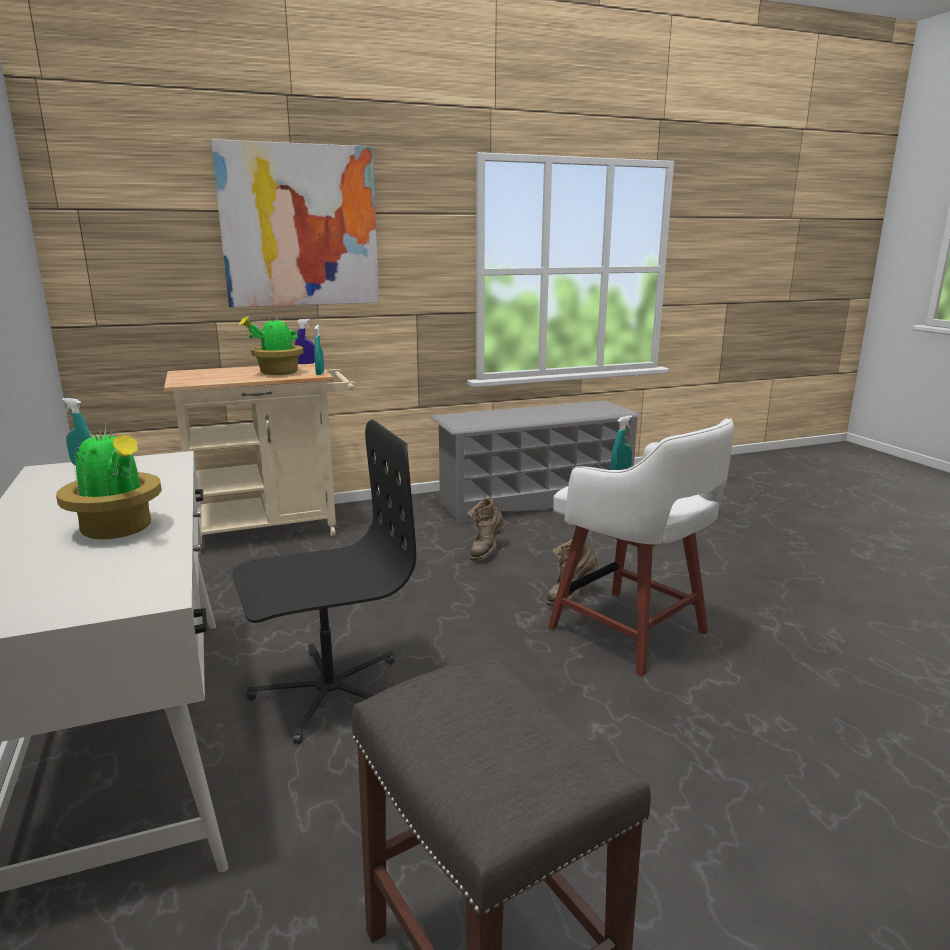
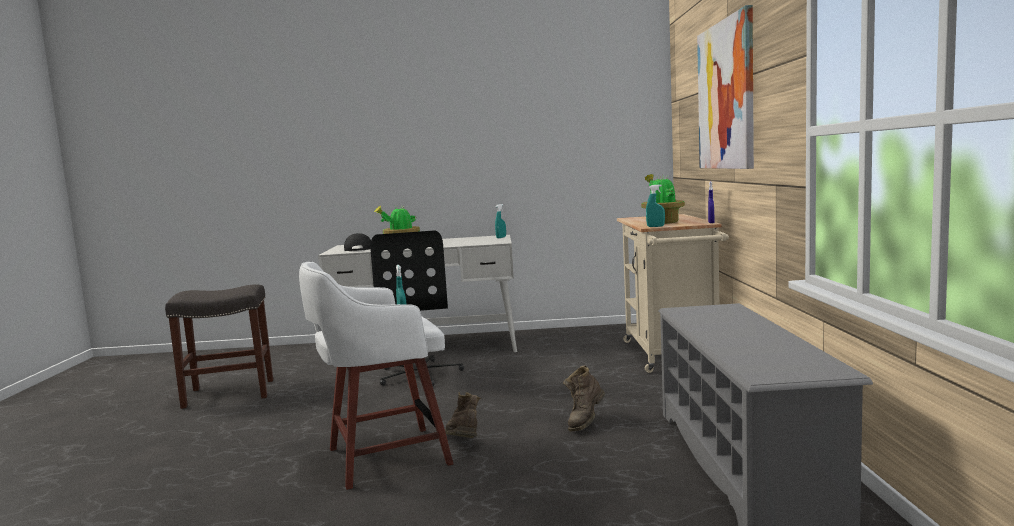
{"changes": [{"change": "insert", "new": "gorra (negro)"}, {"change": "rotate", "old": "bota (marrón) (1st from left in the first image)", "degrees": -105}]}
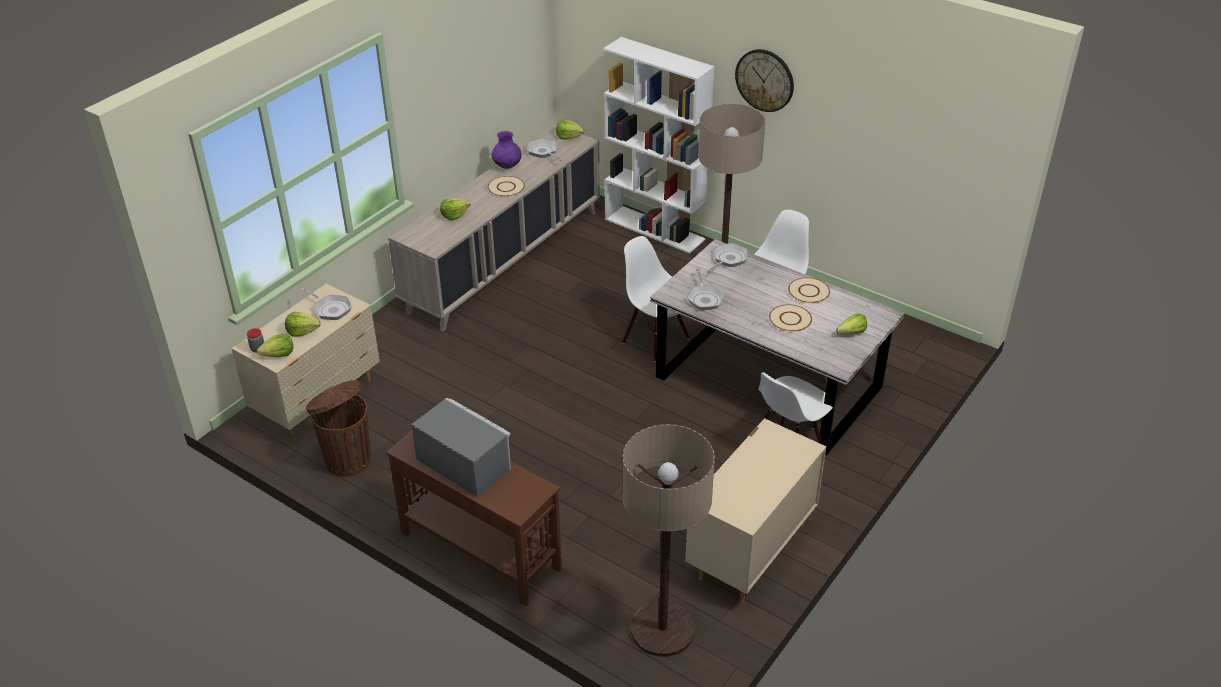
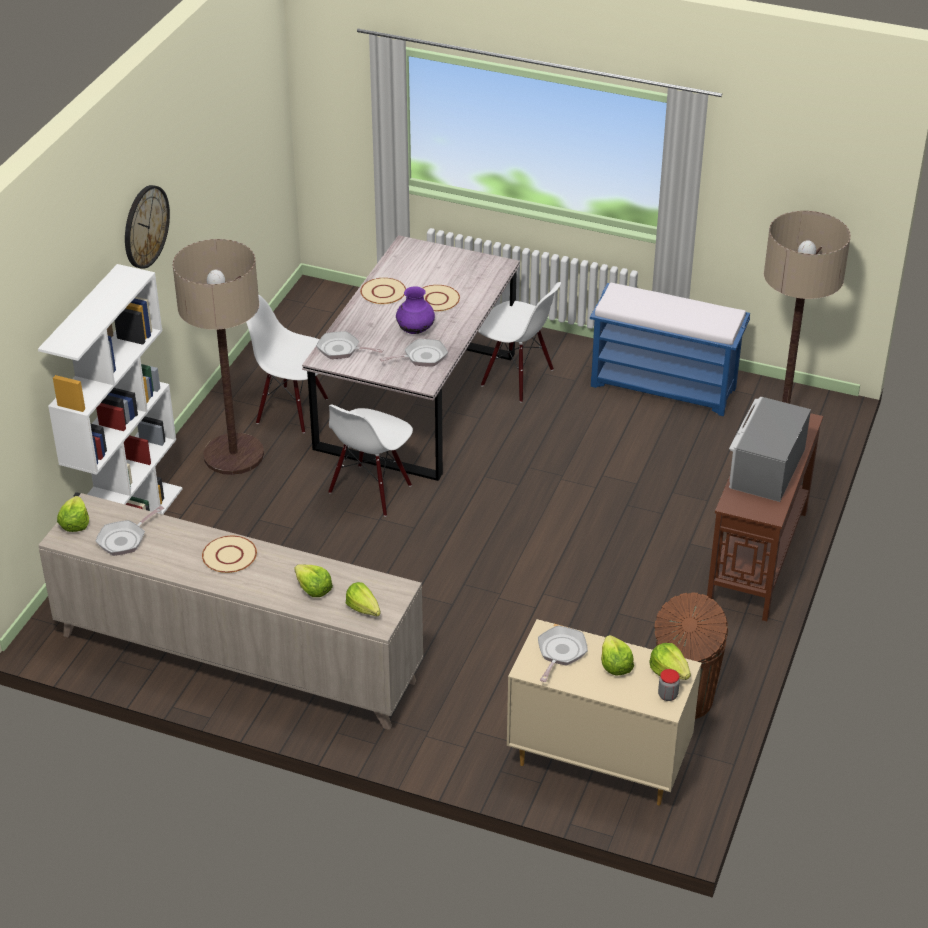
{"changes": [{"change": "move", "old": "lechuga (5th from left in the first image)", "new": "lechuga (3rd from left)"}, {"change": "move", "old": "florero (morado)"}, {"change": "replace", "old": "cómoda (beis) (2nd from left)", "new": "banco (azul)"}]}
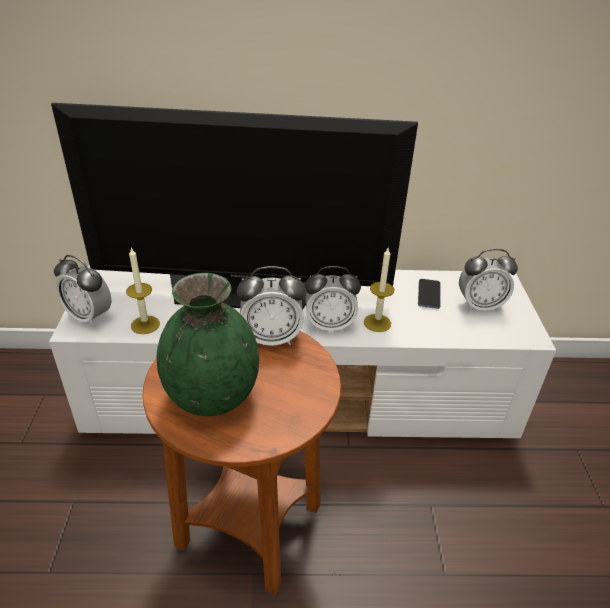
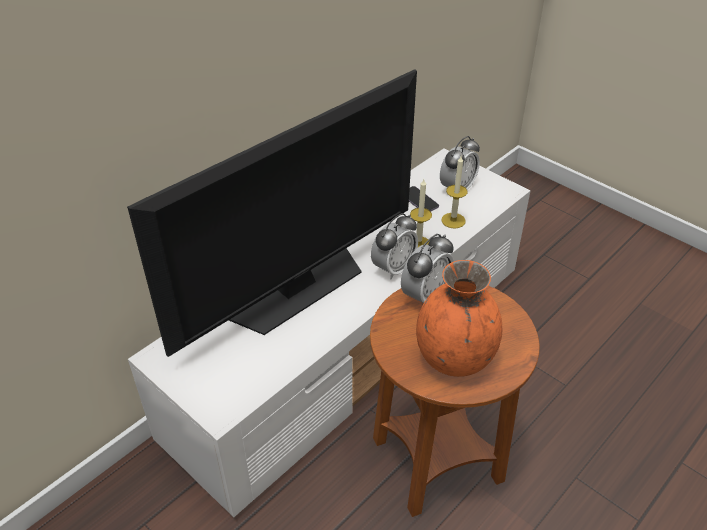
{"changes": [{"change": "recolor", "old": "florero (verde)", "new": "florero (naranja)"}, {"change": "move", "old": "vela (1st from left in the first image)", "new": "vela (2nd from left)"}, {"change": "delete", "old": "despertador (1st from left)"}]}
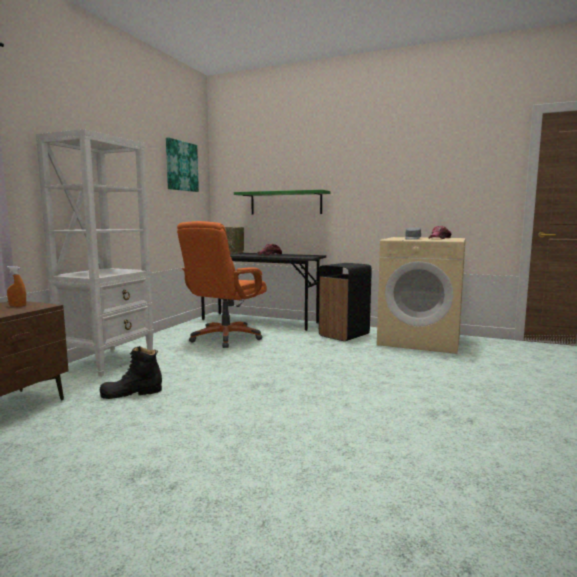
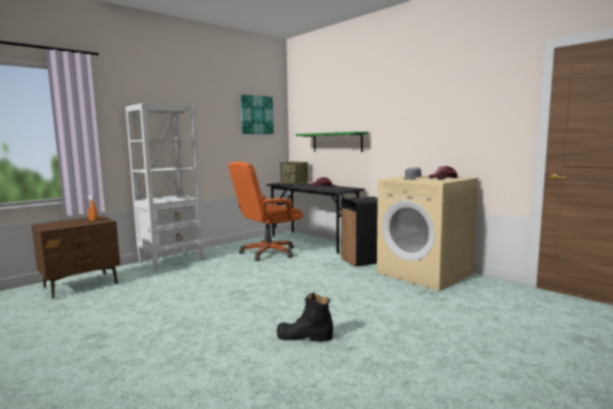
{"changes": [{"change": "move", "old": "bota (negro)"}]}
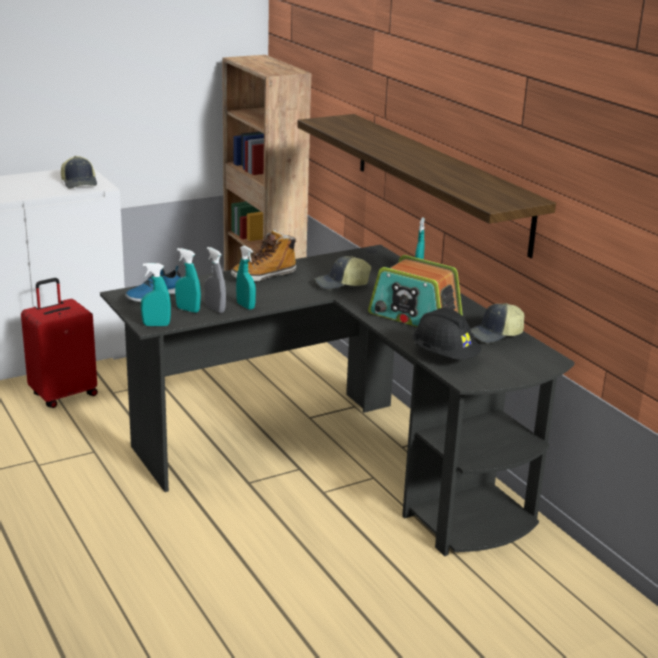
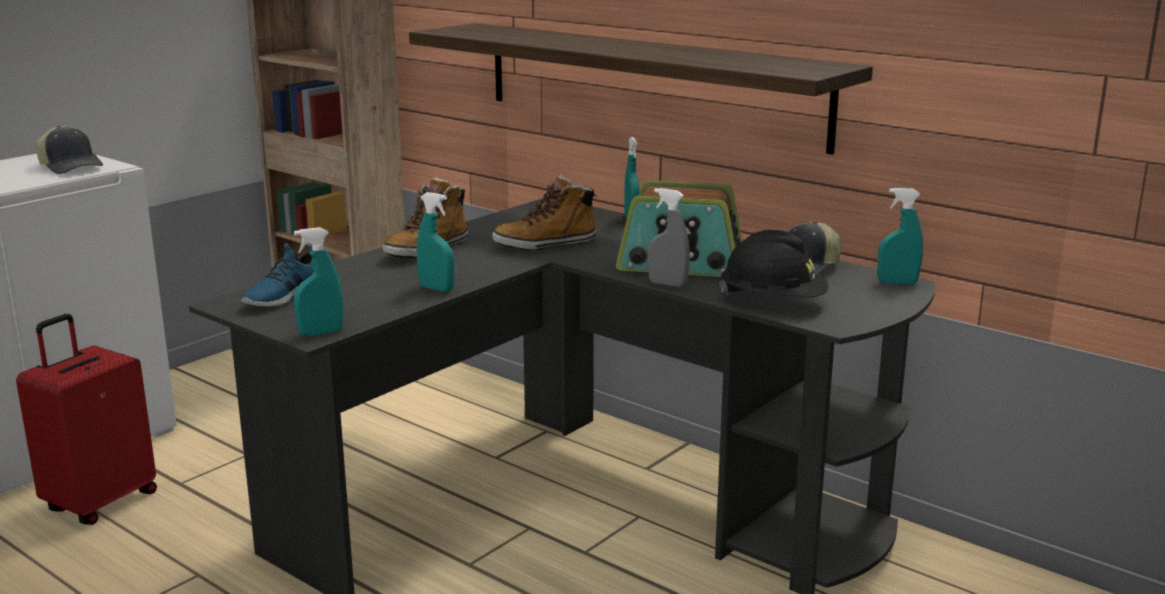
{"changes": [{"change": "replace", "old": "gorra (2nd from left)", "new": "bota (2nd from left)"}, {"change": "move", "old": "pulverizador (gris)"}, {"change": "move", "old": "pulverizador (turquesa) (2nd from left in the first image)", "new": "pulverizador (turquesa) (4th from left)"}]}
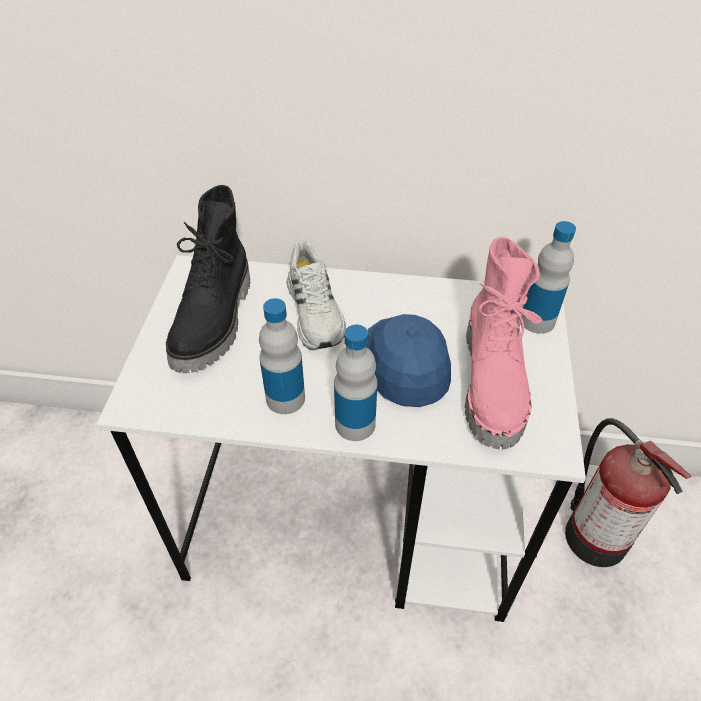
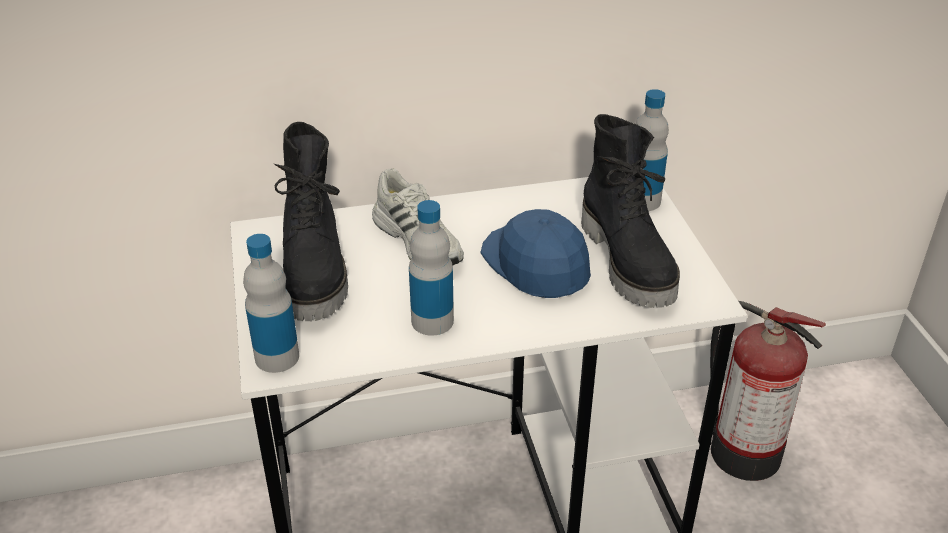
{"changes": [{"change": "move", "old": "botella (2nd from left in the first image)", "new": "botella (1st from left)"}, {"change": "recolor", "old": "bota (rosa)", "new": "bota (negro) (2nd from left)"}]}
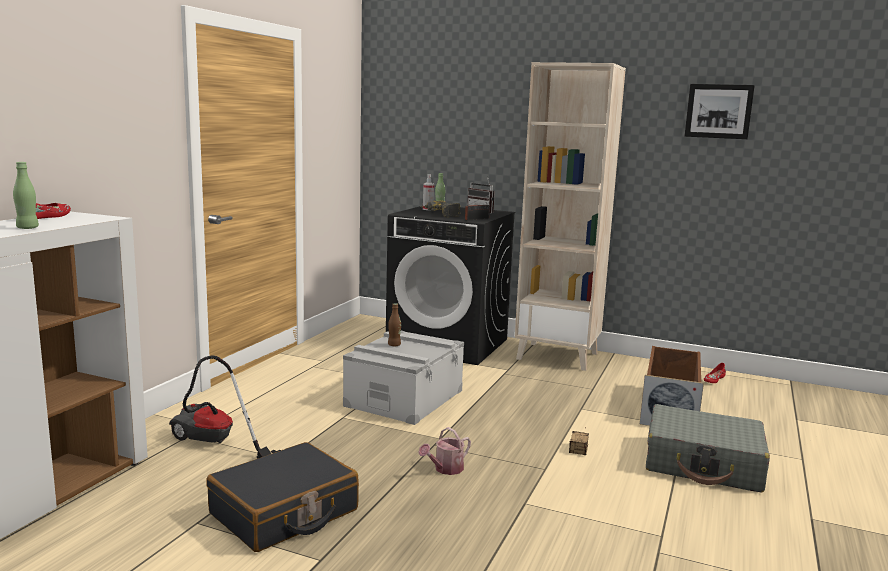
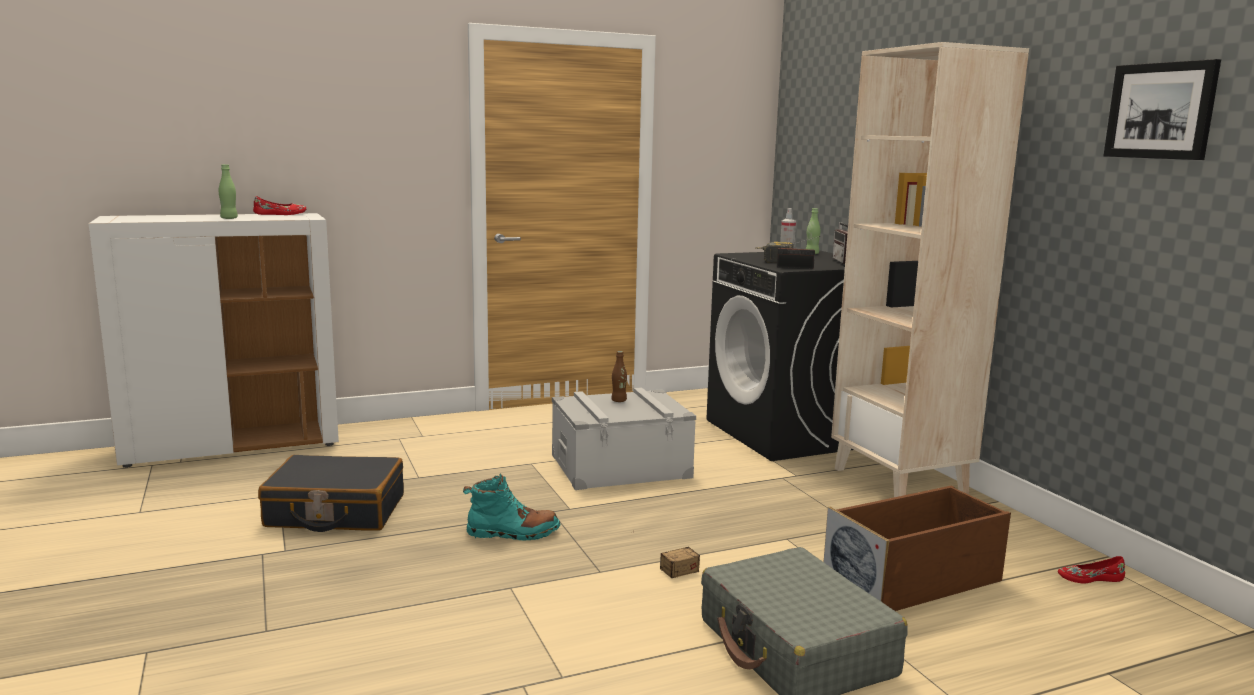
{"changes": [{"change": "replace", "old": "regadera", "new": "bota (turquesa)"}, {"change": "delete", "old": "aspiradora"}]}
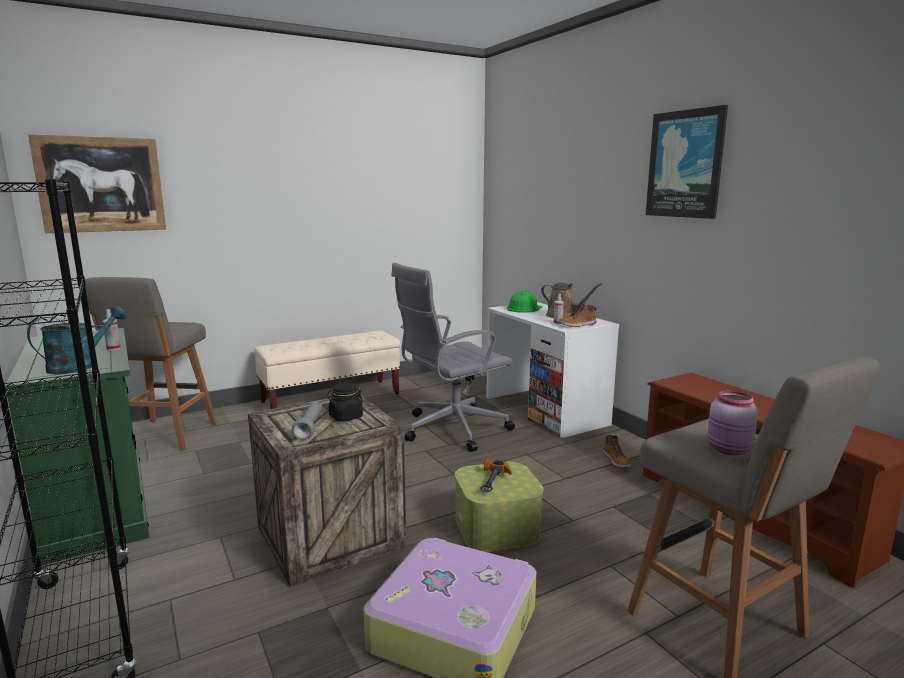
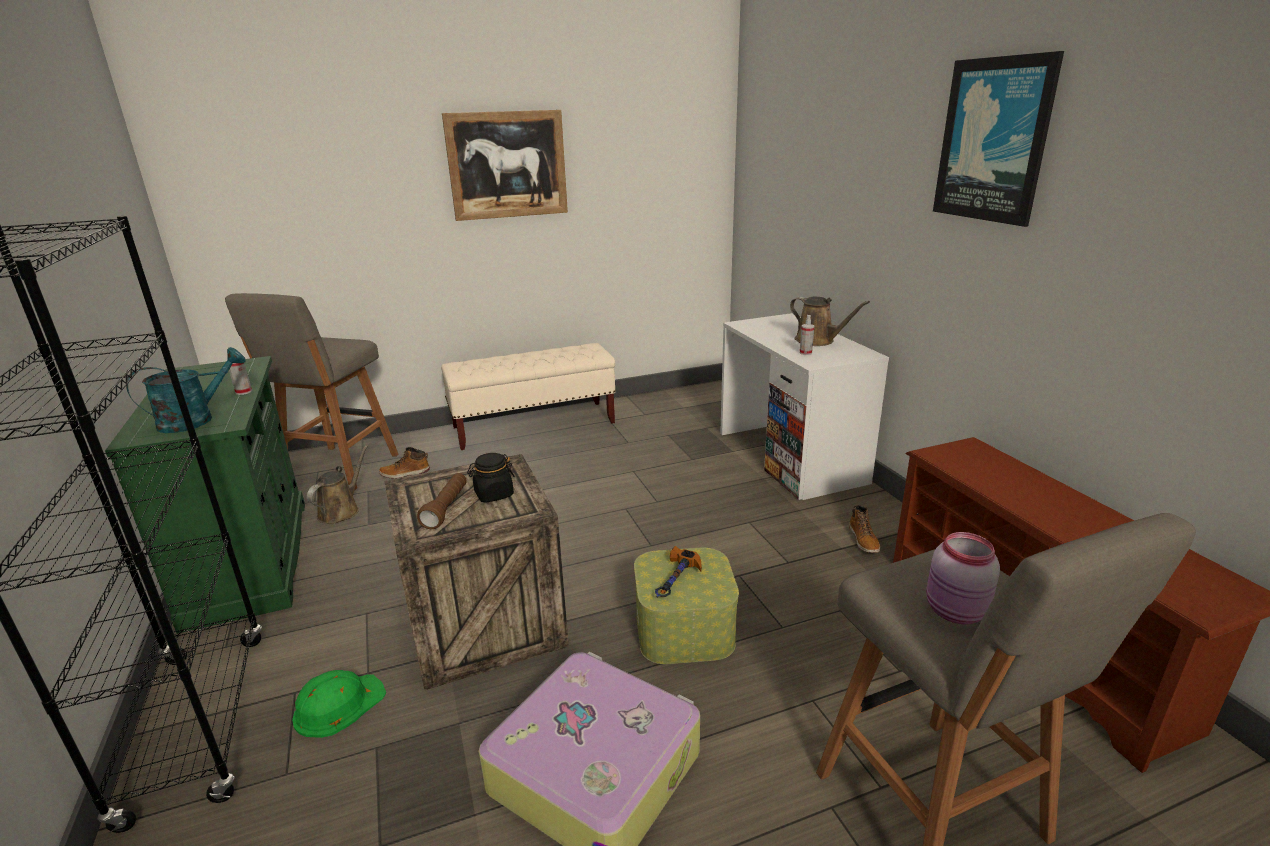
{"changes": [{"change": "move", "old": "casco (verde)"}, {"change": "insert", "new": "regadera (marrón) (1st from left)"}, {"change": "move", "old": "bota (1st from left)"}, {"change": "recolor", "old": "linterna (gris)", "new": "linterna (marrón)"}, {"change": "move", "old": "cuadro (1st from left)"}, {"change": "delete", "old": "silla de oficina (gris)"}]}
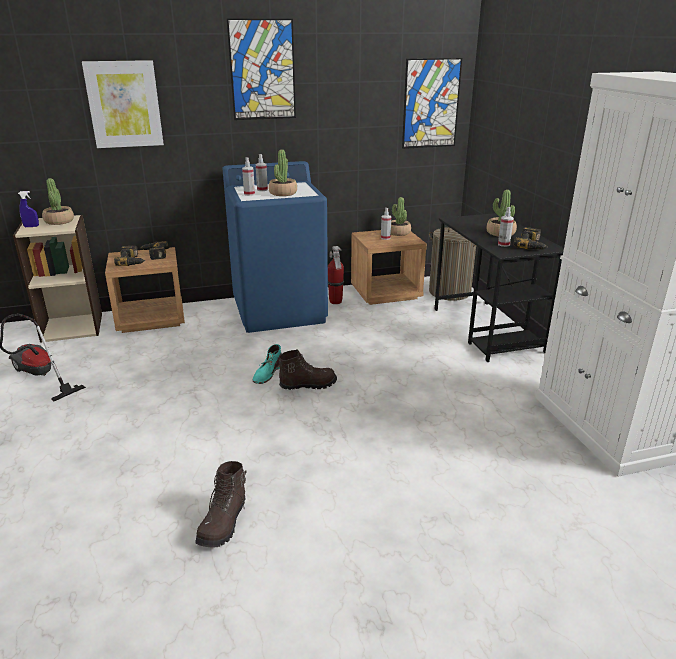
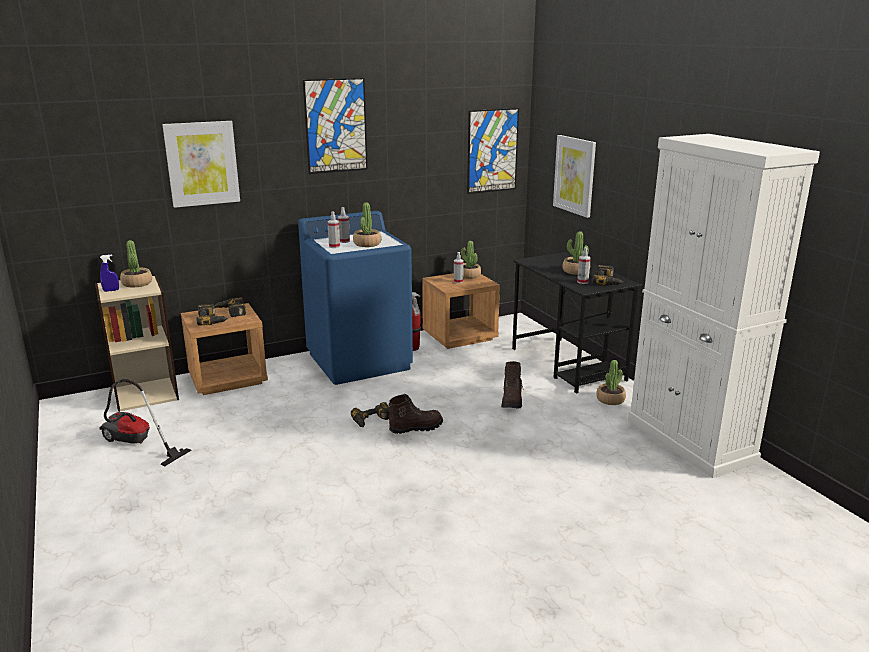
{"changes": [{"change": "replace", "old": "bota (turquesa)", "new": "taladro (3rd from left)"}, {"change": "move", "old": "bota (marrón) (1st from left in the first image)", "new": "bota (marrón) (2nd from left)"}, {"change": "insert", "new": "cuadro (4th from left)"}, {"change": "insert", "new": "planta en maceta (5th from left)"}, {"change": "delete", "old": "cesto de la ropa"}]}
